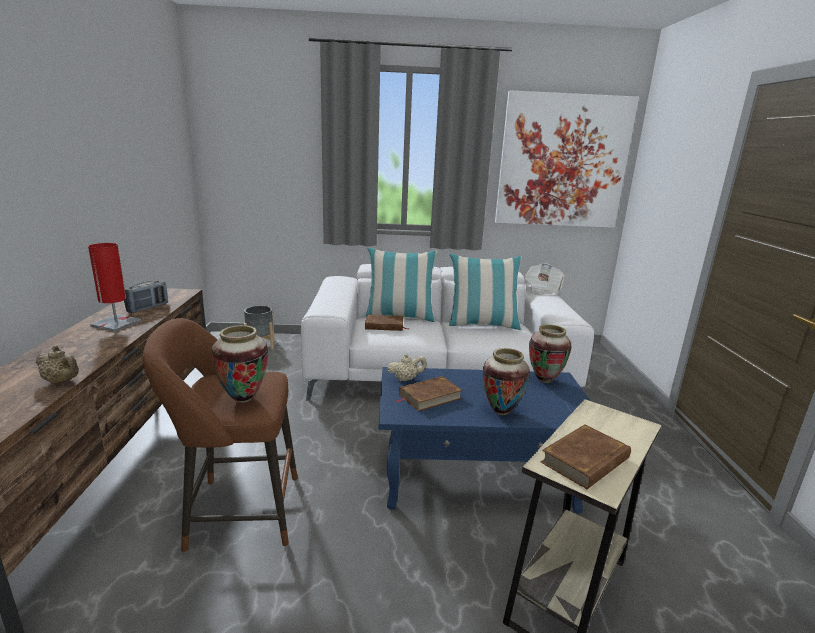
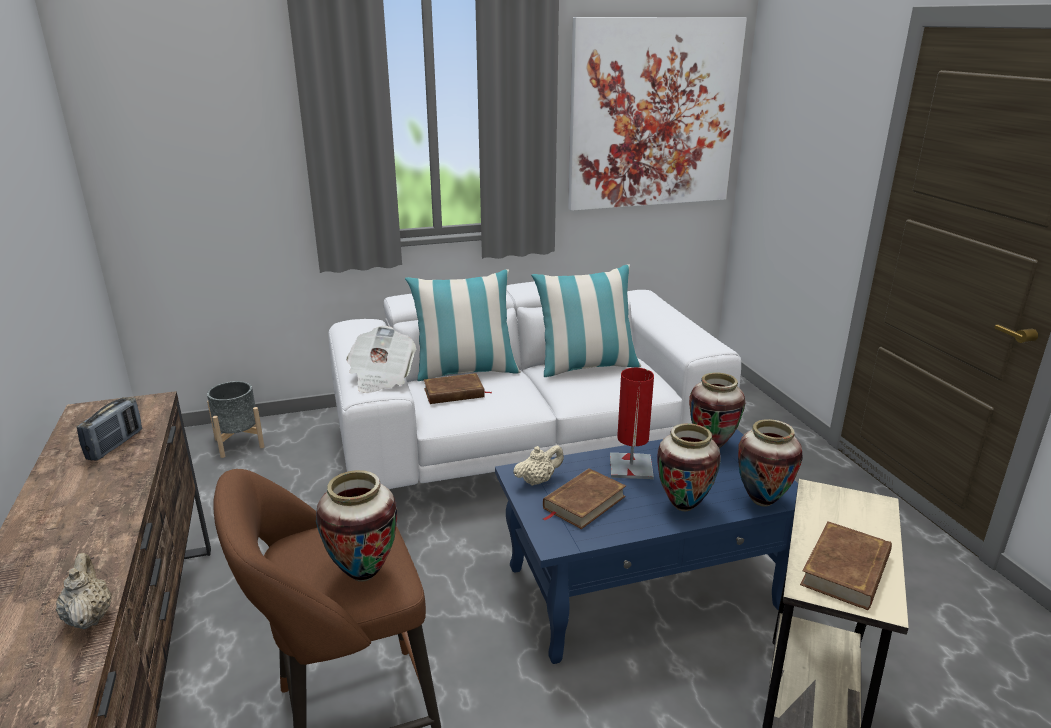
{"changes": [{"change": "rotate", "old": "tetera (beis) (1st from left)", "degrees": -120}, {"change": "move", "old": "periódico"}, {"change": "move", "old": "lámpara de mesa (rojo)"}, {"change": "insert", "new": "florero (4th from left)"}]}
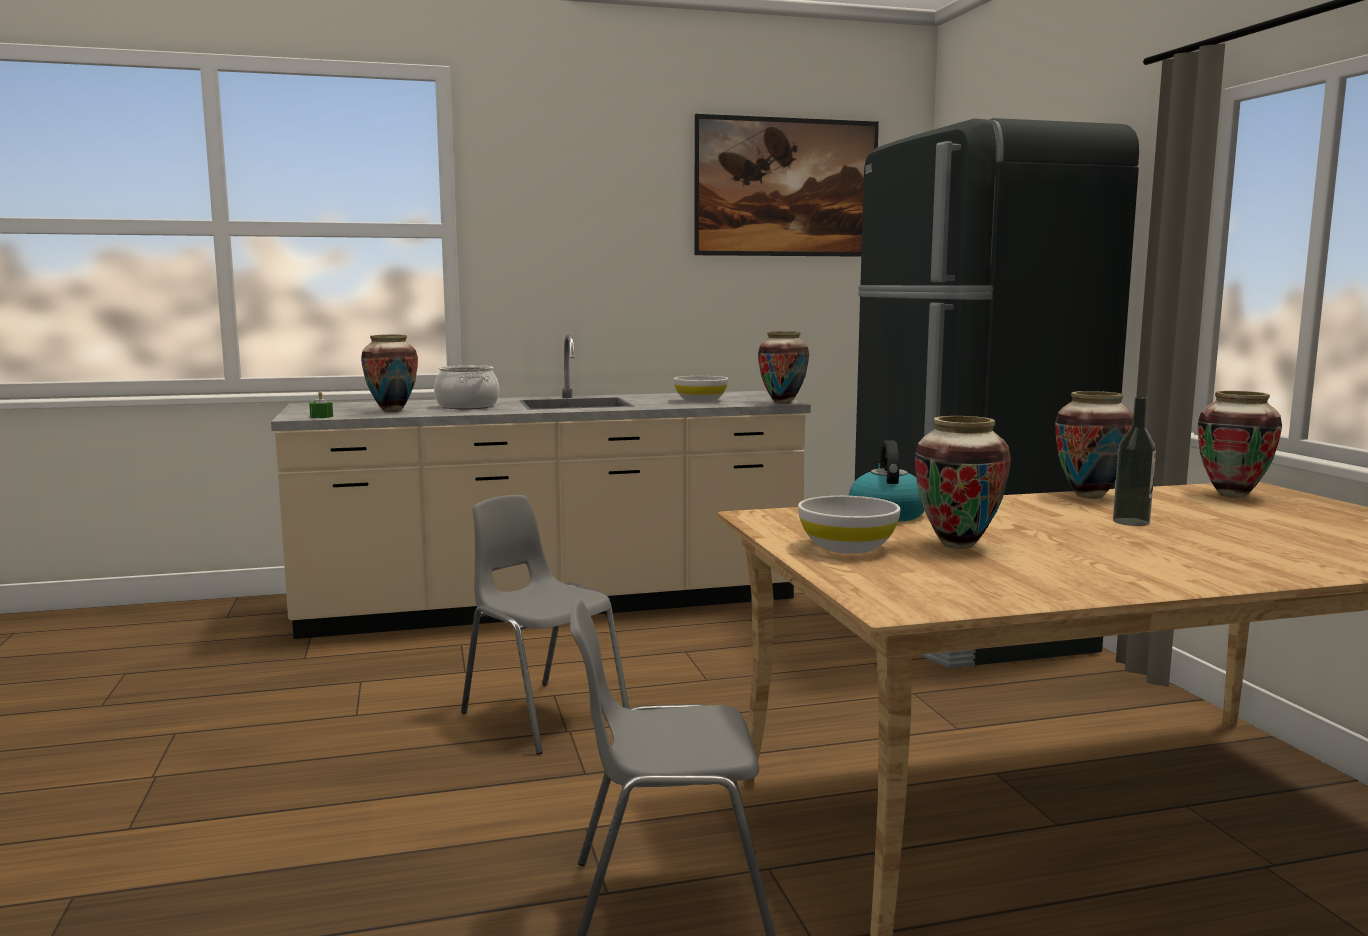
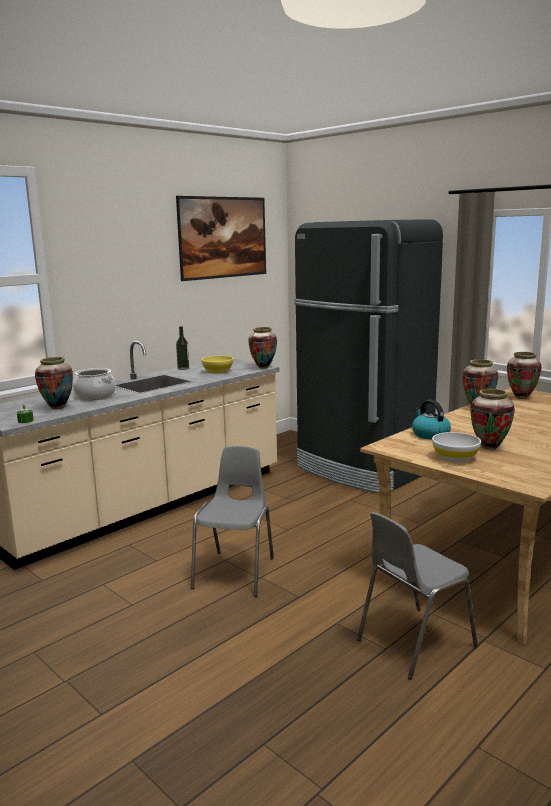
{"changes": [{"change": "move", "old": "botella"}, {"change": "rotate", "old": "silla (gris) (1st from left)", "degrees": 90}, {"change": "recolor", "old": "cuenco (blanco) (1st from left)", "new": "cuenco (amarillo)"}]}
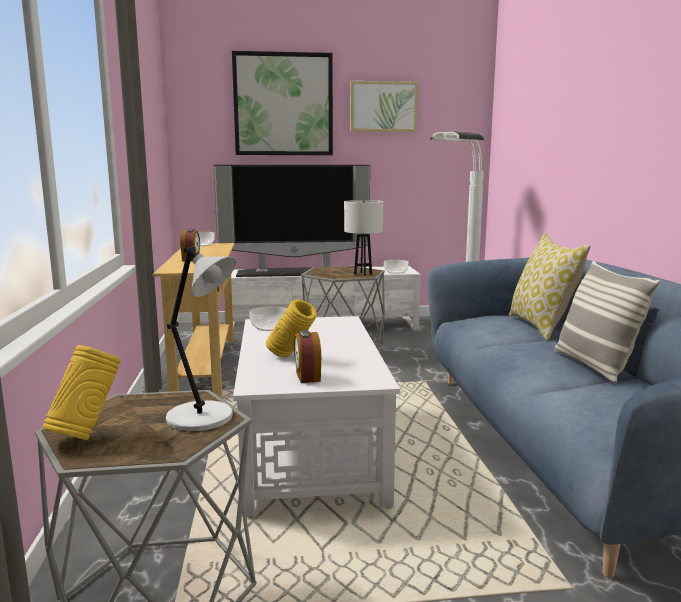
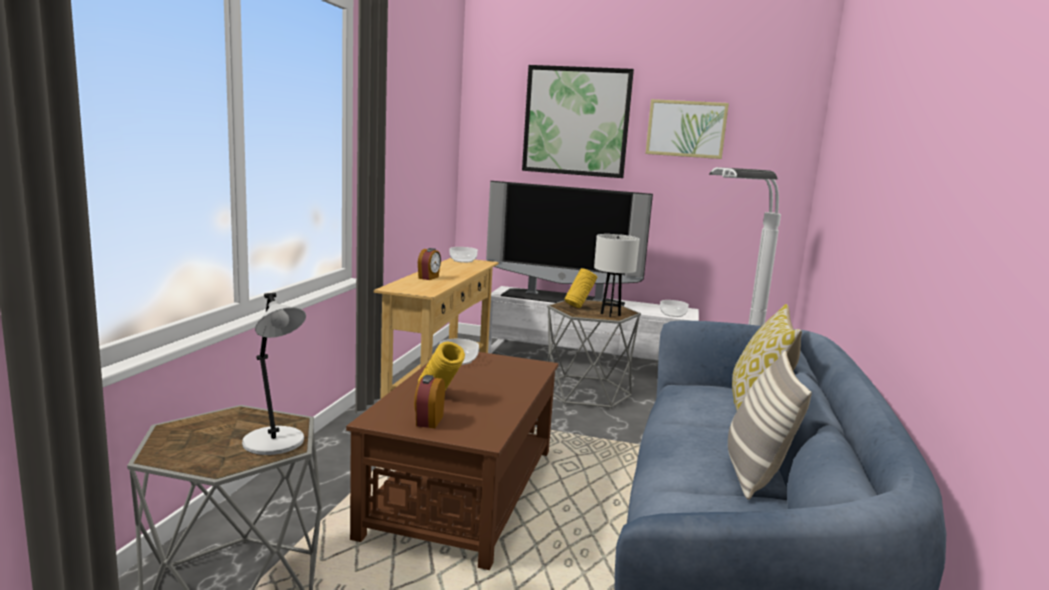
{"changes": [{"change": "recolor", "old": "mesa de centro (blanco)", "new": "mesa de centro (marrón)"}, {"change": "move", "old": "florero (amarillo) (1st from left in the first image)", "new": "florero (amarillo) (2nd from left)"}]}
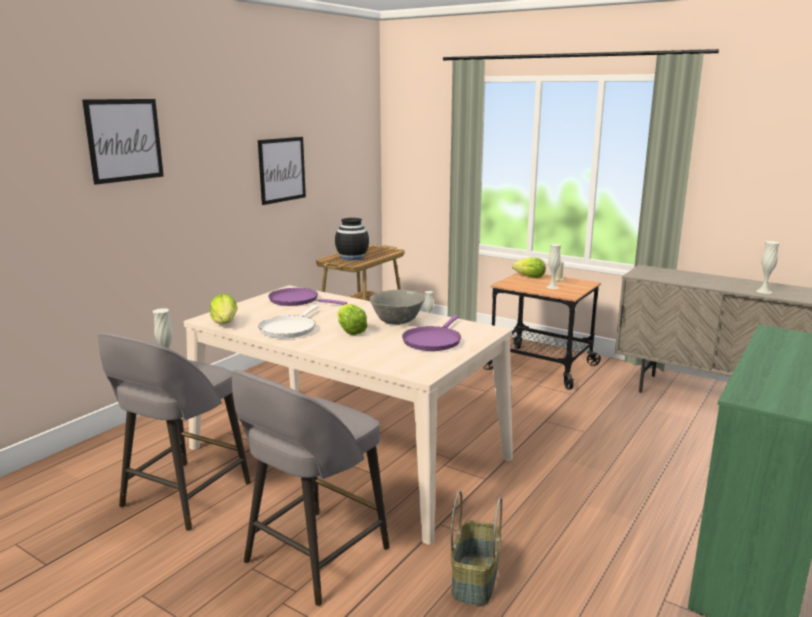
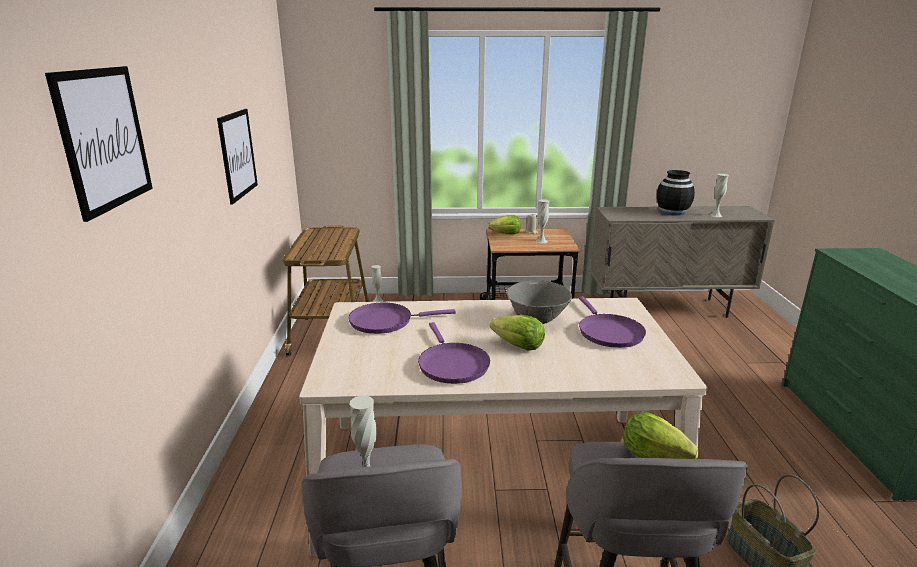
{"changes": [{"change": "recolor", "old": "sartén (blanco)", "new": "sartén (morado) (2nd from left)"}, {"change": "move", "old": "lechuga (1st from left in the first image)", "new": "lechuga (3rd from left)"}, {"change": "move", "old": "florero (negro)"}]}
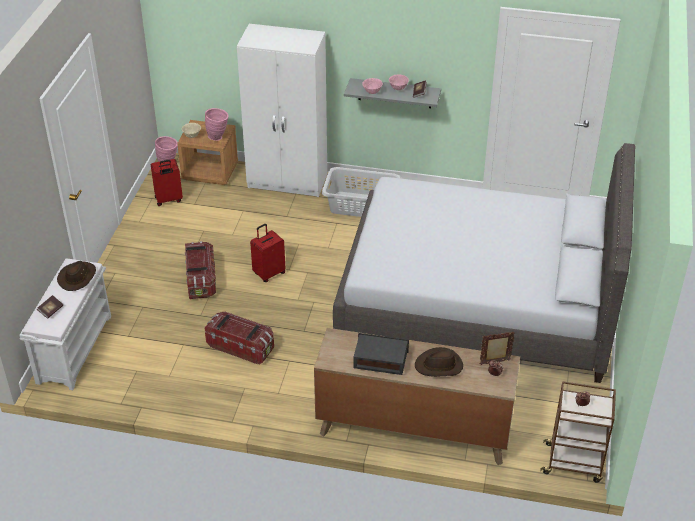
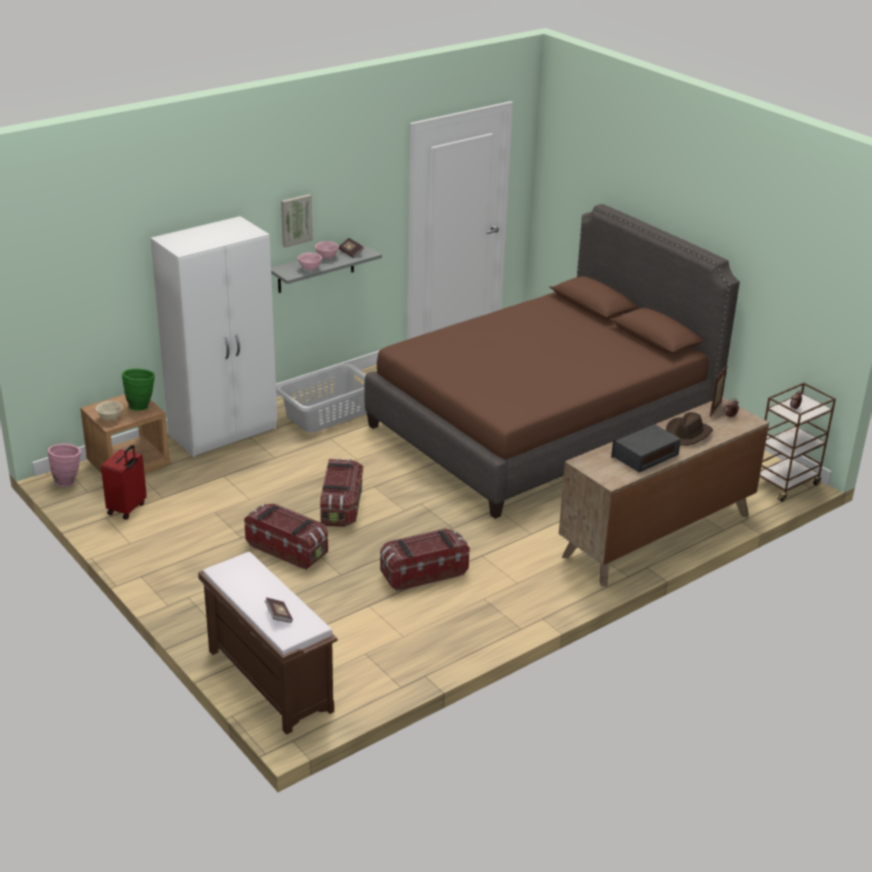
{"changes": [{"change": "recolor", "old": "florero (rosa) (2nd from left)", "new": "florero (verde)"}, {"change": "recolor", "old": "banco (blanco)", "new": "banco (marrón)"}, {"change": "insert", "new": "cuadro"}, {"change": "replace", "old": "maleta (rojo) (2nd from left)", "new": "caja de almacenaje (2nd from left)"}, {"change": "recolor", "old": "cama (gris)", "new": "cama (marrón)"}, {"change": "delete", "old": "sombrero (marrón) (1st from left)"}]}
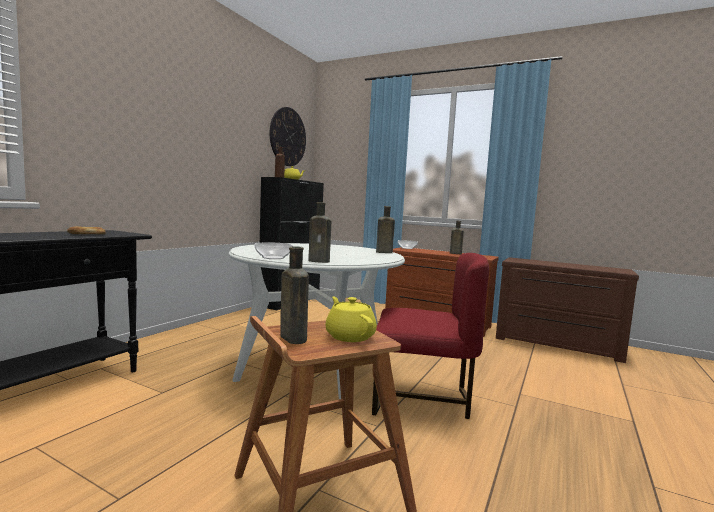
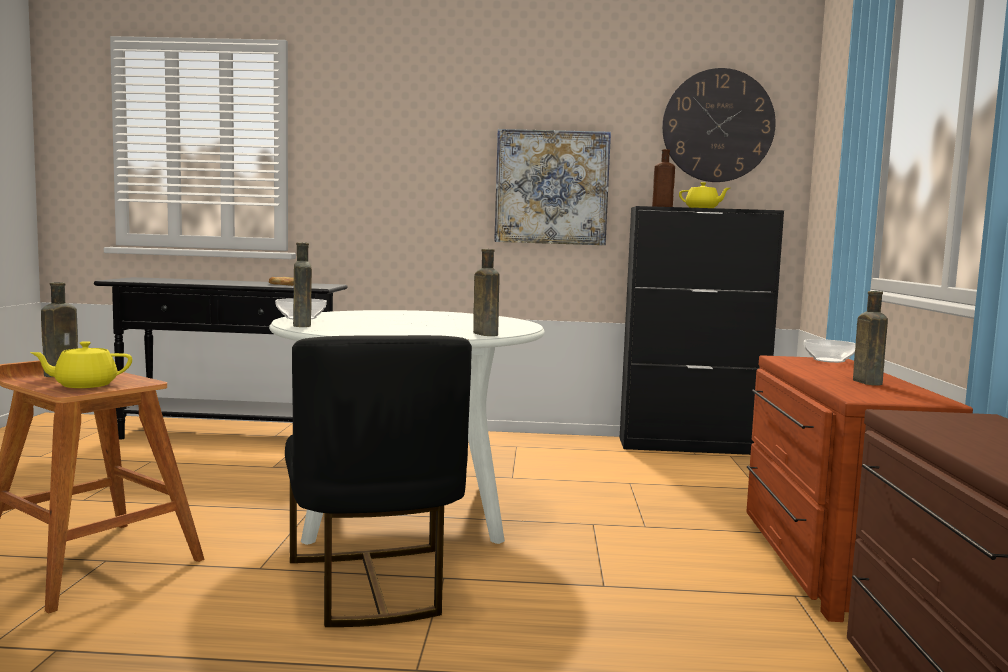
{"changes": [{"change": "rotate", "old": "tetera (amarillo) (2nd from left in the first image)", "degrees": -150}, {"change": "recolor", "old": "silla (rojo)", "new": "silla (negro)"}, {"change": "insert", "new": "cuadro"}]}
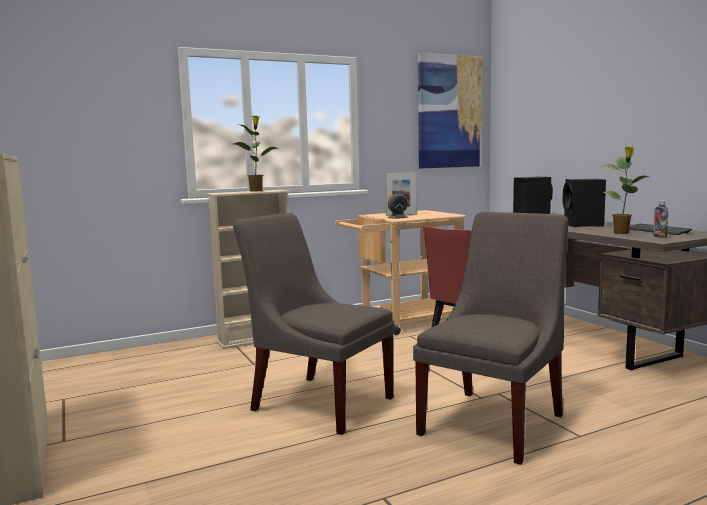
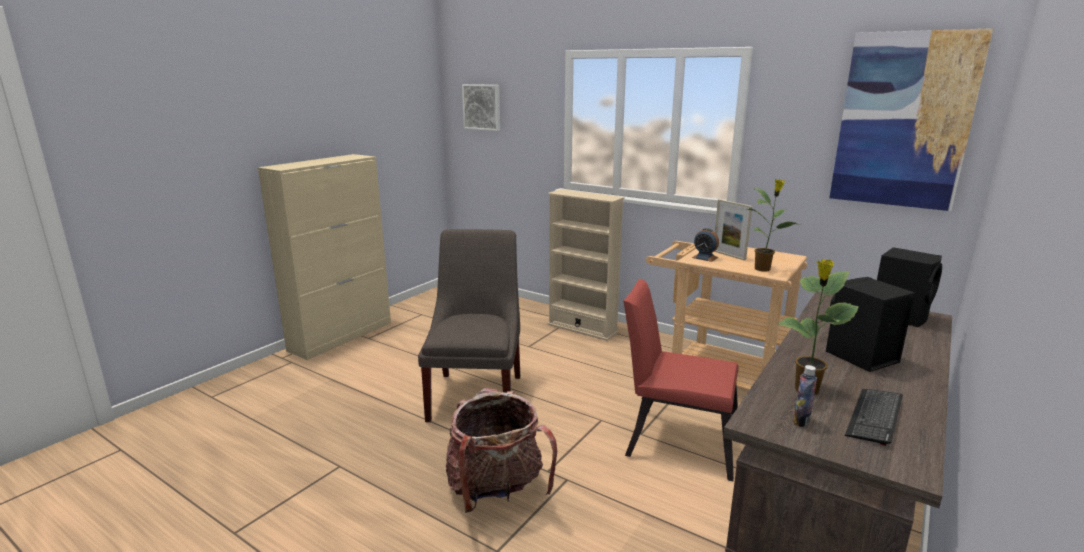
{"changes": [{"change": "replace", "old": "silla (gris) (2nd from left)", "new": "mochila"}, {"change": "insert", "new": "cuadro (1st from left)"}, {"change": "move", "old": "planta en maceta (1st from left)"}]}
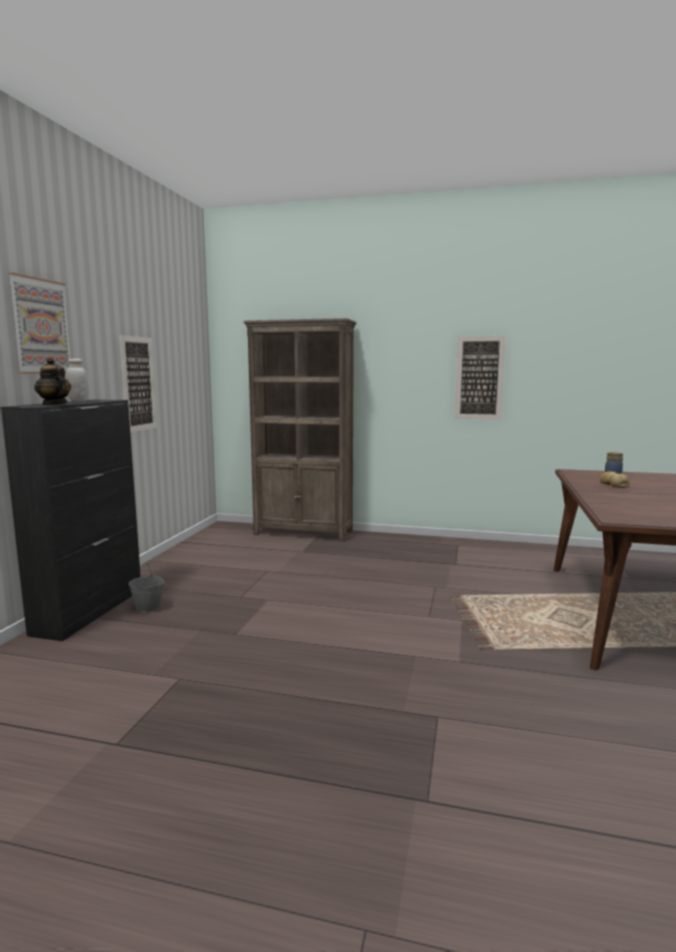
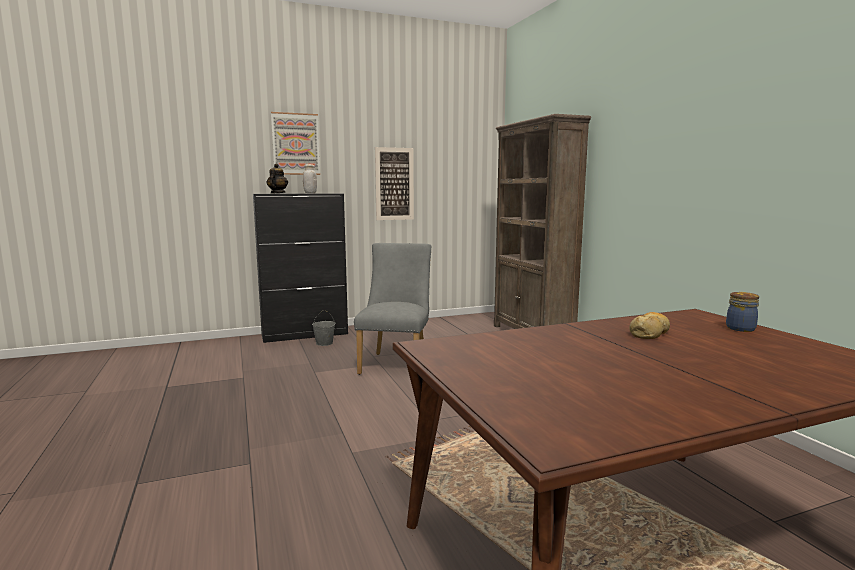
{"changes": [{"change": "insert", "new": "silla (gris)"}, {"change": "delete", "old": "cuadro (3rd from left)"}]}
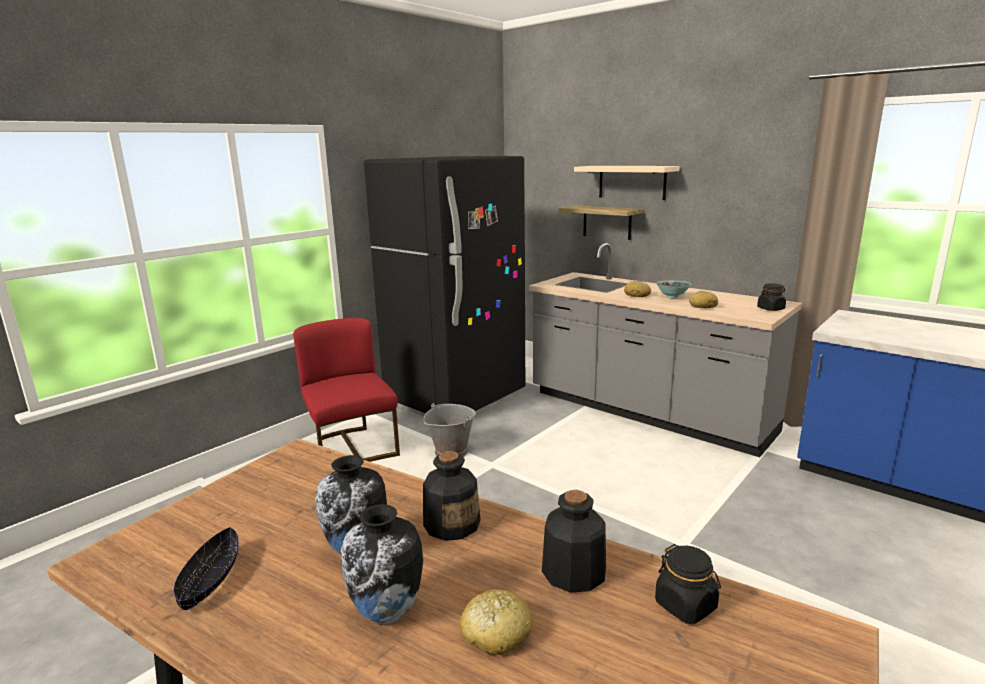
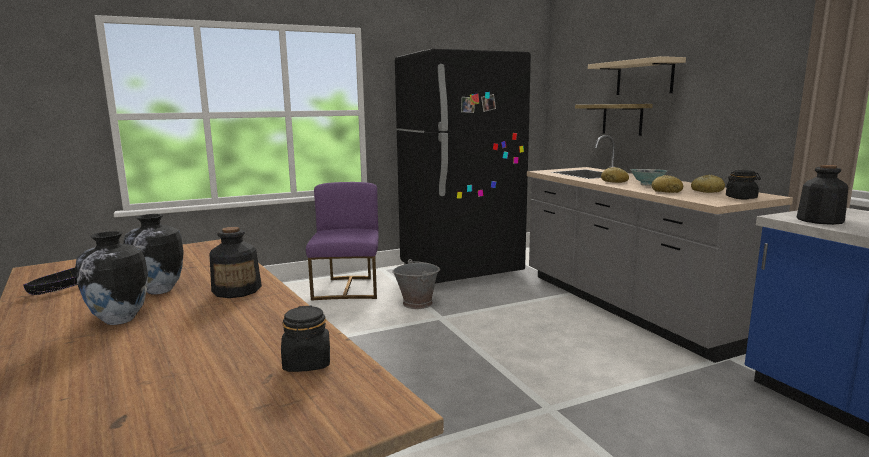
{"changes": [{"change": "recolor", "old": "silla (rojo)", "new": "silla (morado)"}, {"change": "move", "old": "pan (1st from left in the first image)", "new": "pan (3rd from left)"}, {"change": "move", "old": "botella (2nd from left)"}]}
